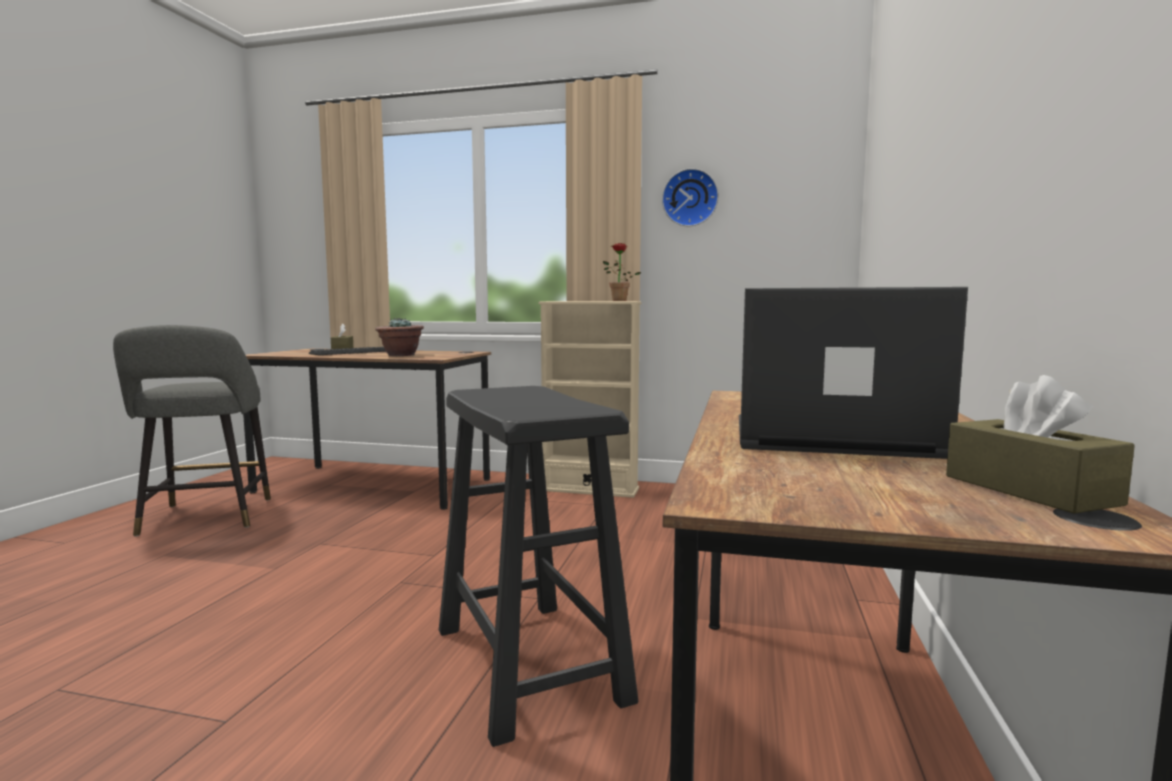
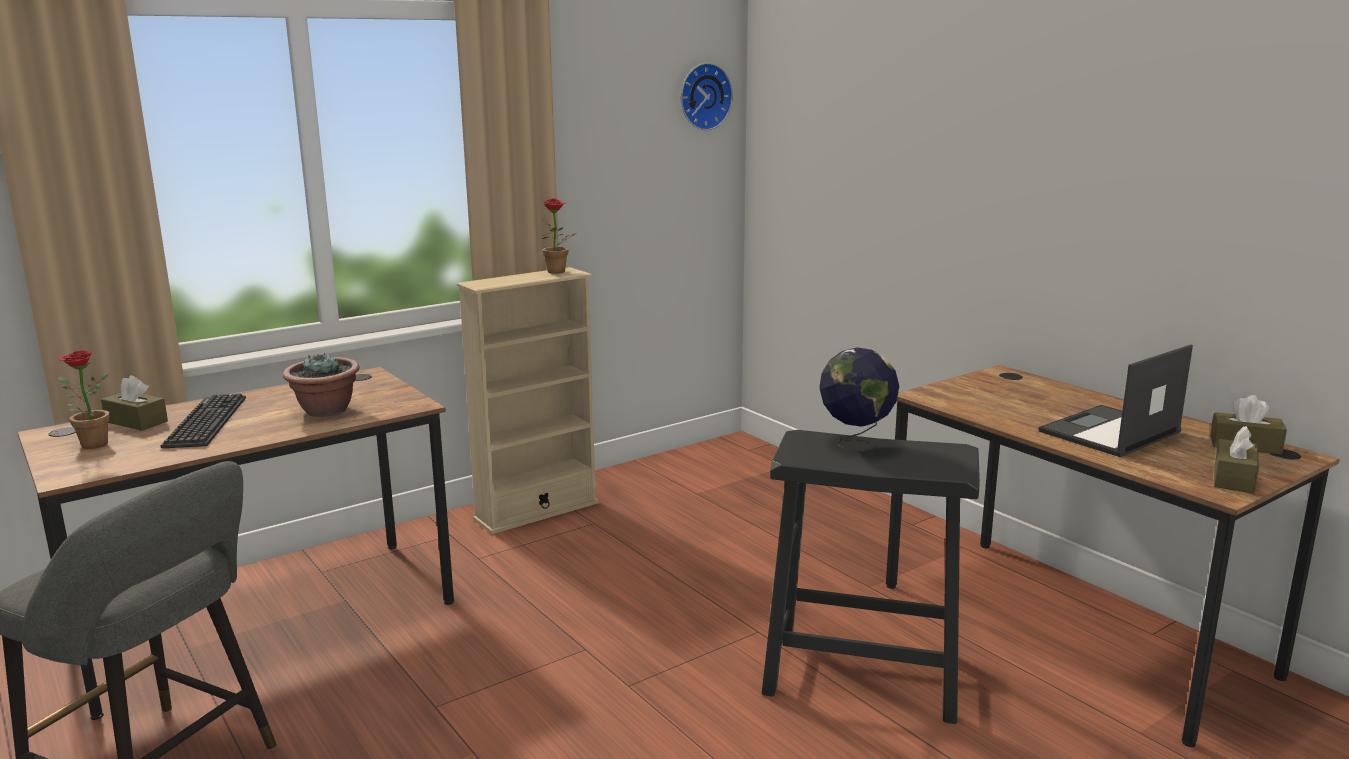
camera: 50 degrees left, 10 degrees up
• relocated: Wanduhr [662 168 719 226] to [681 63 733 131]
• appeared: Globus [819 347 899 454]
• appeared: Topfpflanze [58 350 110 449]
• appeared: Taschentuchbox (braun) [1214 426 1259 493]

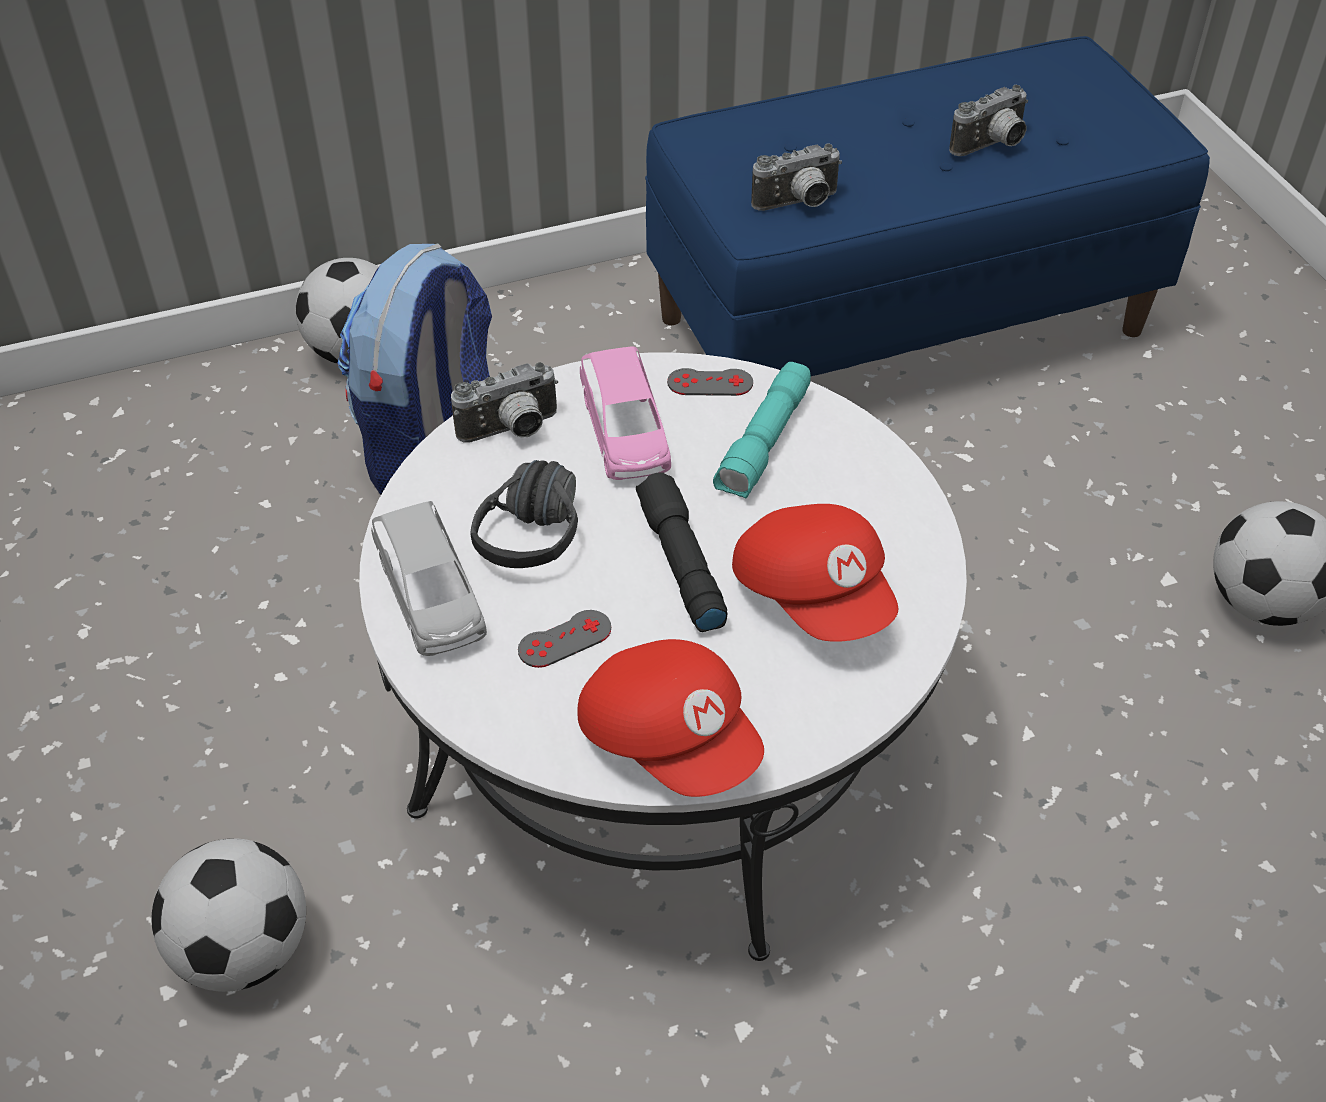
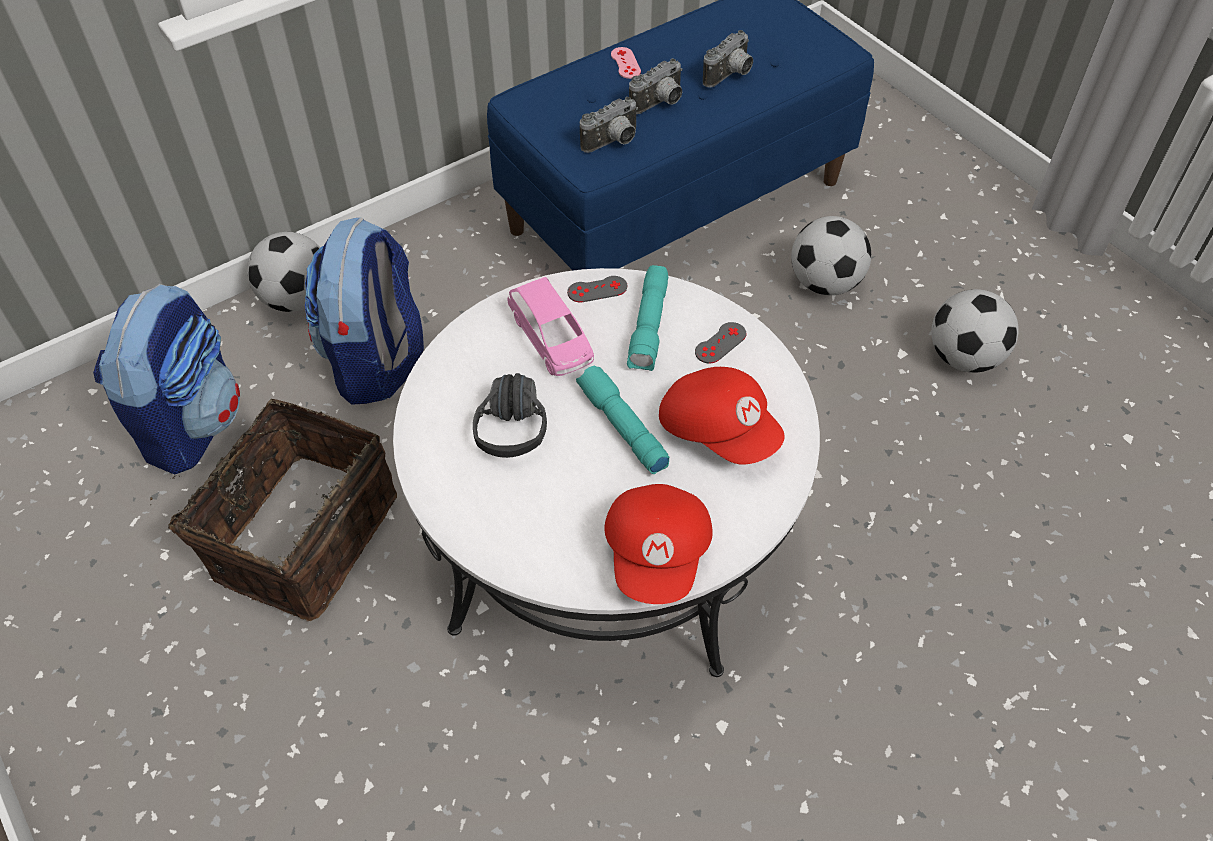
camera: 15 degrees left, 5 degrees up
• relocated: Kamera [451 362 558 443] to [629 58 683 114]
• colour: Taschenlampe (schwarz) [636 472 727 632] to Taschenlampe (türkis) [576 366 669 474]
• missing: Spielzeugauto (grau) [371 501 487 656]
• relocated: Gamepad (grau) [518 610 611 668] to [695 322 746 364]
• spun: Kappe (rot) [577 639 764 797] = [604 484 713 604] 60 degrees clockwise
• relocated: Fußball [151 838 306 992] to [791 216 871 295]
• appeared: Gamepad (rosa) [611 47 641 79]
• appeared: Rucksack [93 284 240 474]
• appeared: Korb [150 399 397 622]

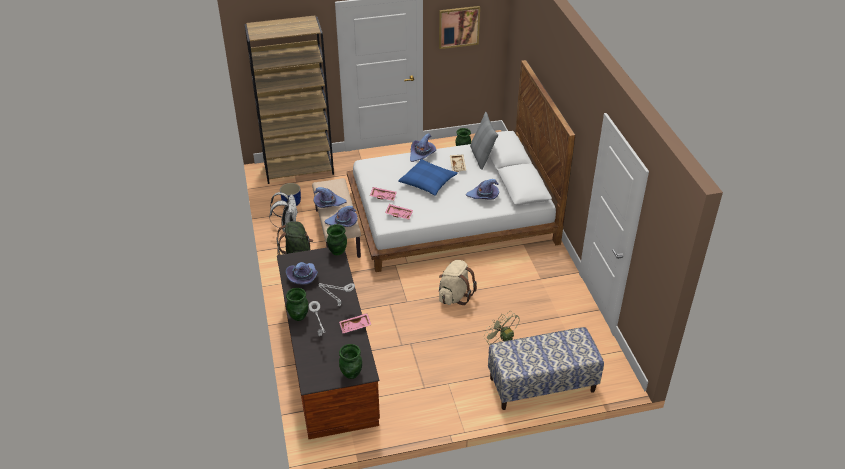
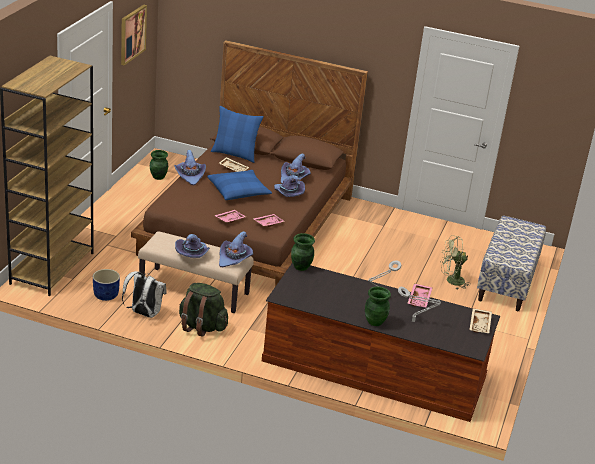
camera: 60 degrees left, 10 degrees down
• colour: Bett (weiß) [347 60 575 272] to Bett (braun) [131 40 368 286]
• colour: Kissen (grau) [470 112 498 170] to Kissen (blau) [211 106 264 163]
• missing: Rucksack (beige) [439 260 477 305]
• relocated: Hut (lila) [286 262 318 285] to [274 175 305 197]
• exchanged: Vase (grün) [339 344 362 379] to Tablett (beige) [469 308 492 333]

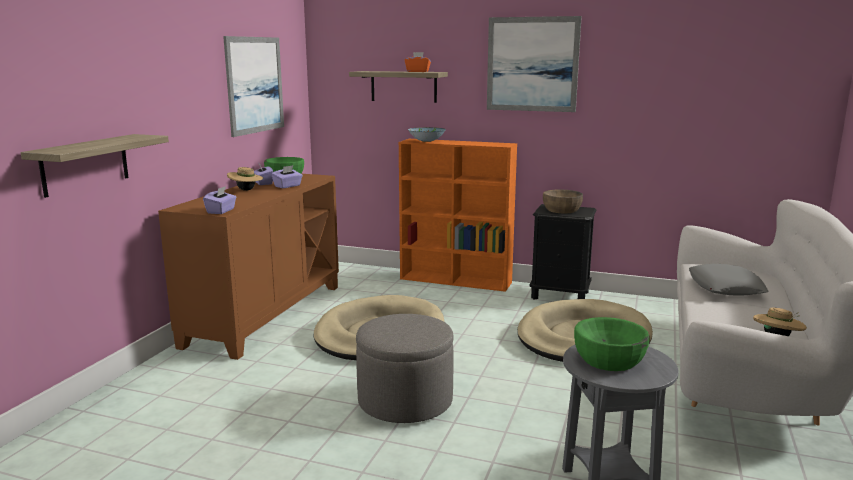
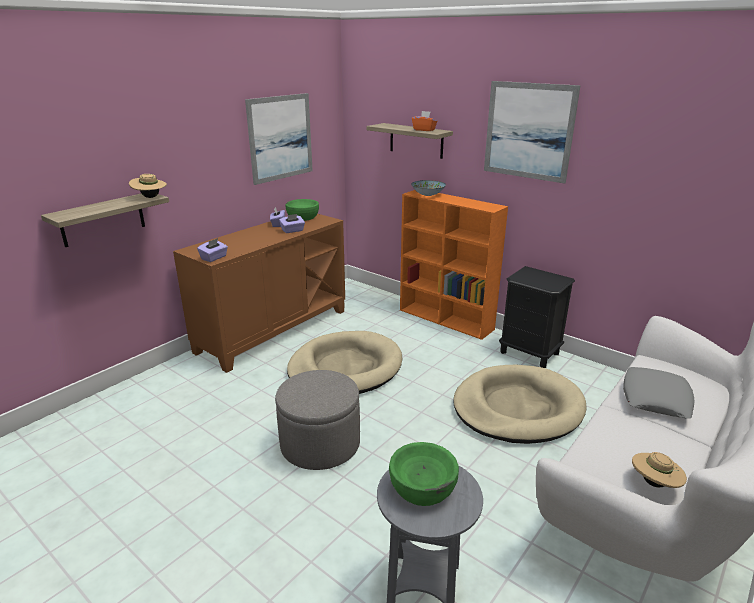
camera: 20 degrees right, 10 degrees up
• relocated: Hut (beige) [227 167 263 191] to [129 174 167 198]
• missing: Schüssel (braun) [543 189 583 213]

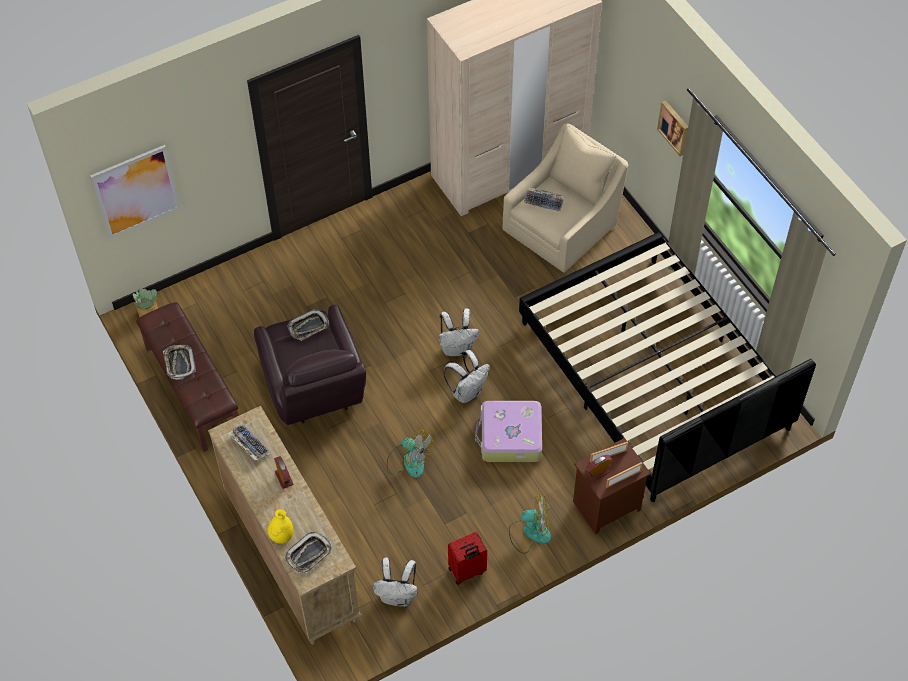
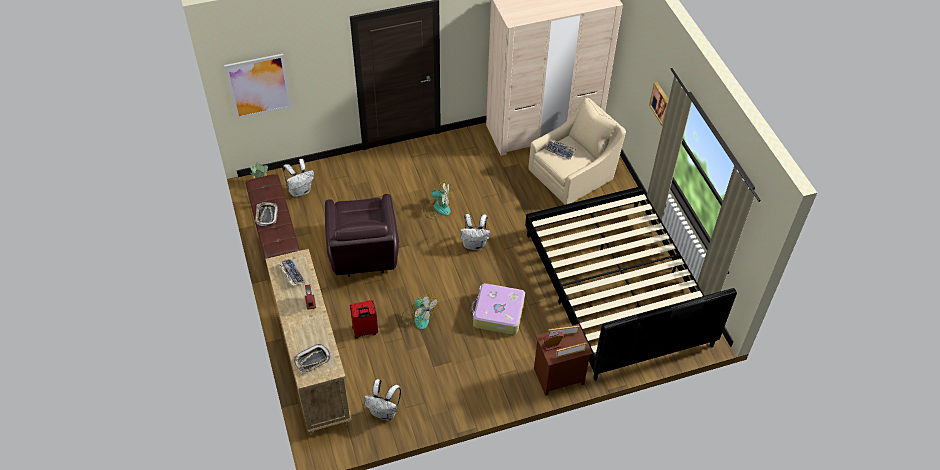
camera: 10 degrees right, 5 degrees down
• missing: Tablett [287 309 329 341]
• relocated: Rucksack (weiß) [443 350 490 403] to [282 159 314 197]
• relocated: Ventilator [509 494 551 554] to [423 180 451 219]
• missing: Vase (gelb) [268 509 294 544]
• relocated: Koffer (rot) [448 532 487 585] to [350 300 378 339]

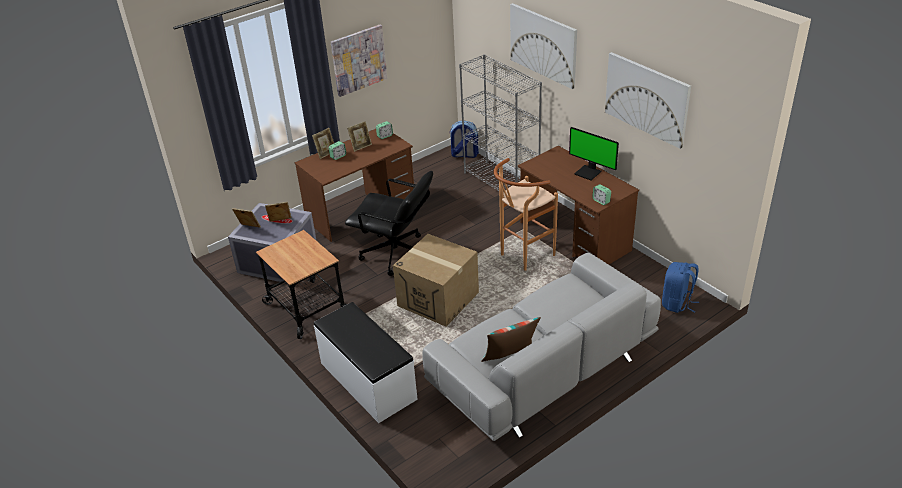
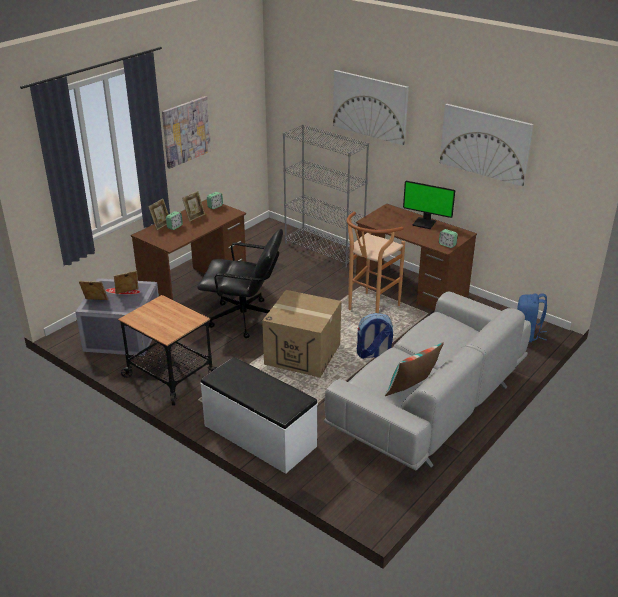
camera: 15 degrees left, 5 degrees down
• relocated: Rucksack [449 121 479 158] to [357 313 393 359]

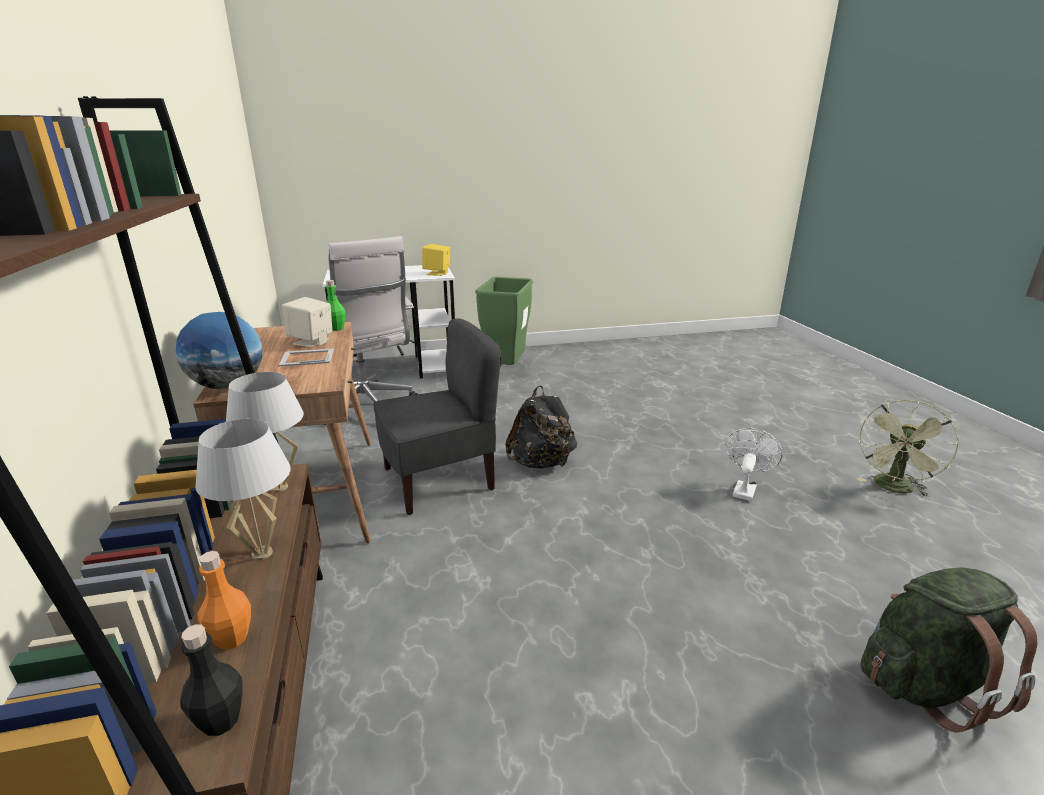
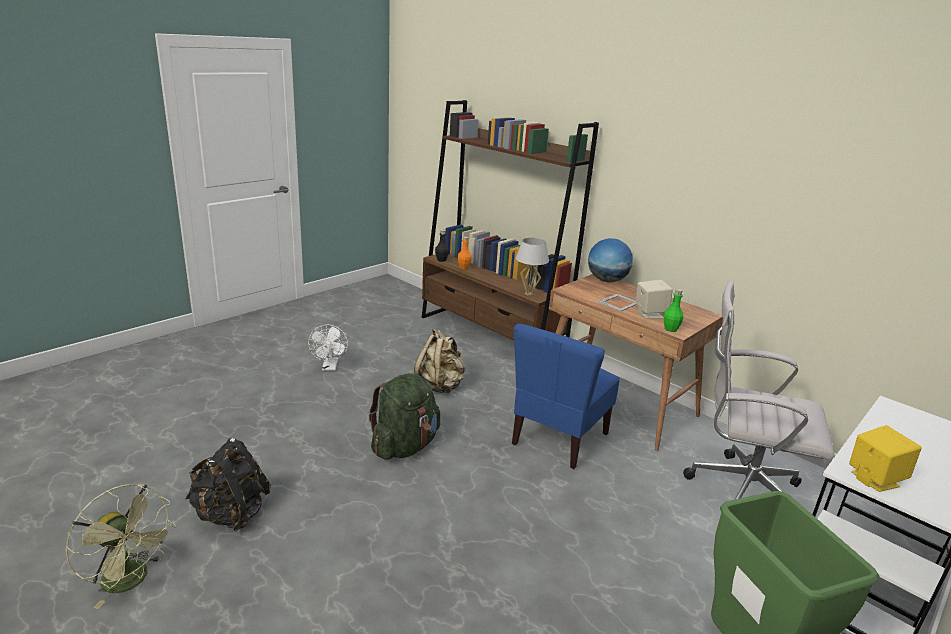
camera: 145 degrees right, 0 degrees up
• colour: Stuhl (grau) [374 318 501 515] to Stuhl (blau) [512 323 620 469]
• relocated: Rucksack (schwarz) [505 386 577 469] to [185 438 271 532]
• spun: Ventilator (grün) [857 400 959 497] = [66 483 176 609] 120 degrees clockwise
• missing: Tischlampe (weiß) [195 419 291 560]
• relocated: Ventilator (weiß) [726 428 782 501] to [308 325 348 371]
• relocated: Rucksack (grün) [861 567 1037 732] to [369 373 440 460]
• appeared: Rucksack (beige) [414 328 465 393]

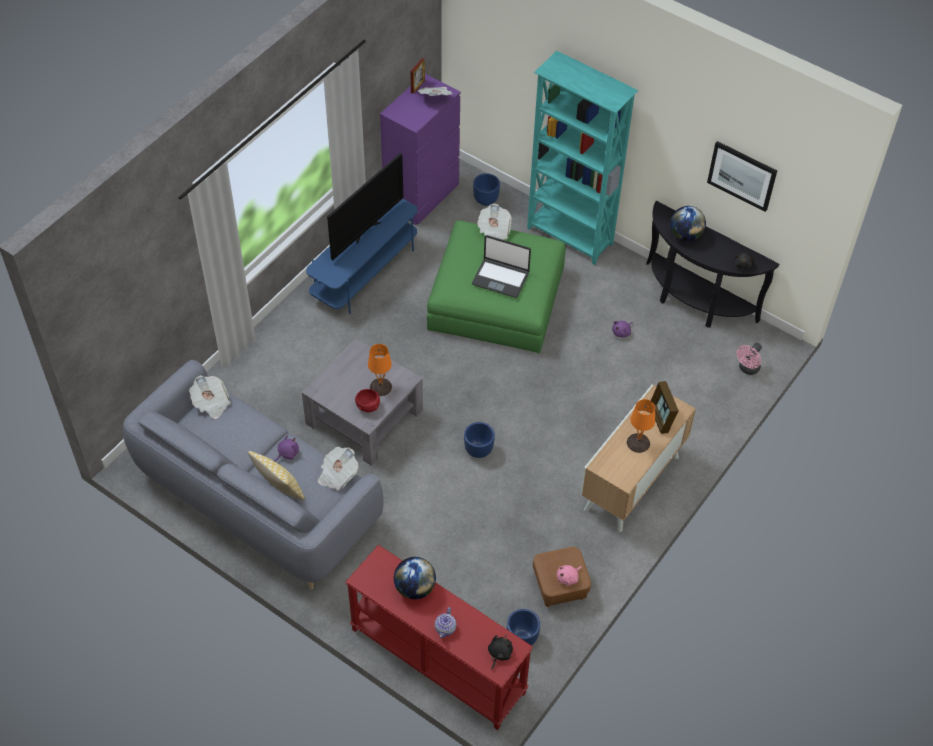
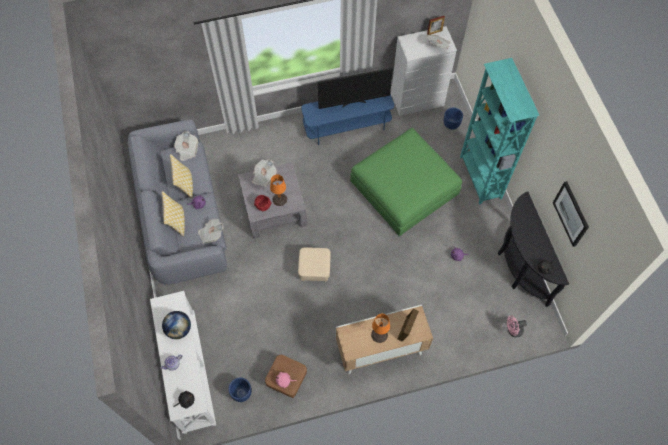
camera: 40 degrees right, 10 degrees up
• colour: Kommode (lila) [380 74 461 225] to Kommode (weiß) [391 26 457 116]
• relocated: Zeitung [477 204 512 240] to [252 159 277 187]
• missing: Globus [670 206 706 241]
• missing: Laptop [472 235 531 298]
• exchanged: Pflanzkübel (blau) [464 422 495 458] to Polsterhocker (beige) [298 247 331 282]
• colour: Konsolentisch (rot) [346 545 533 730] to Konsolentisch (weiß) [150 291 216 434]
• appeared: Kissen [170 154 193 198]

